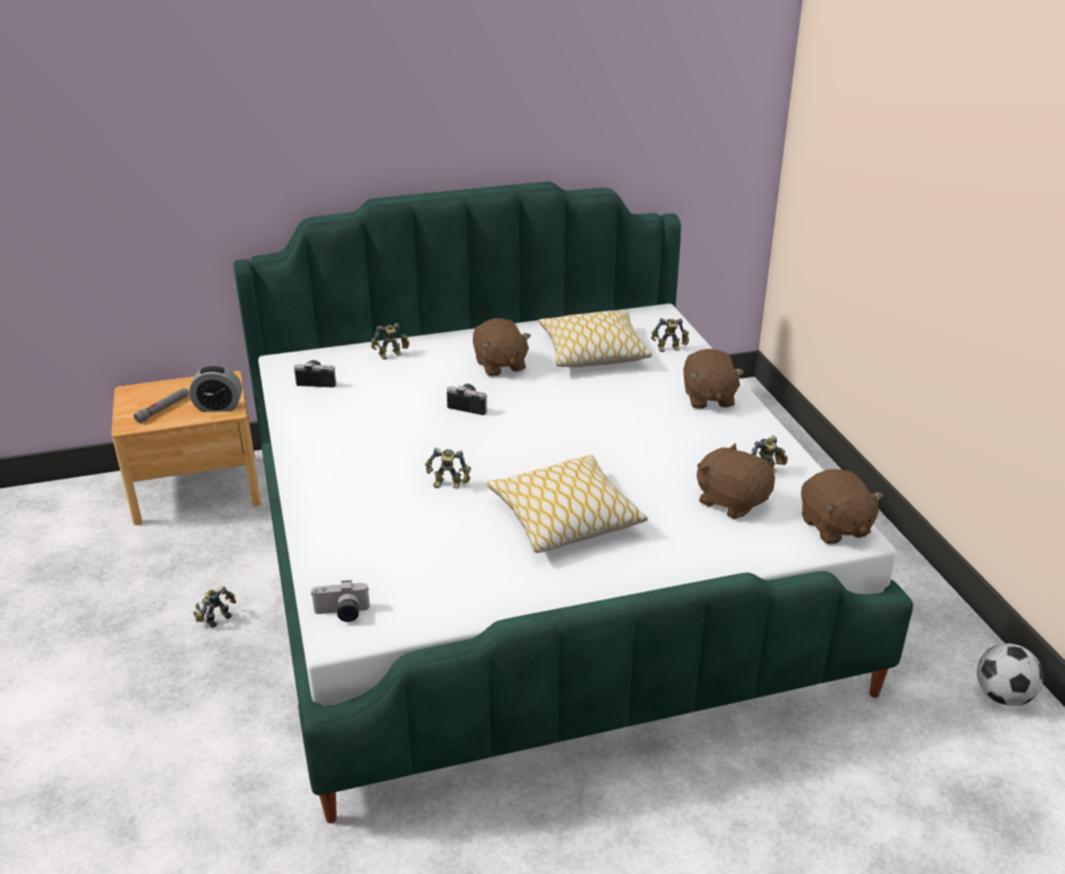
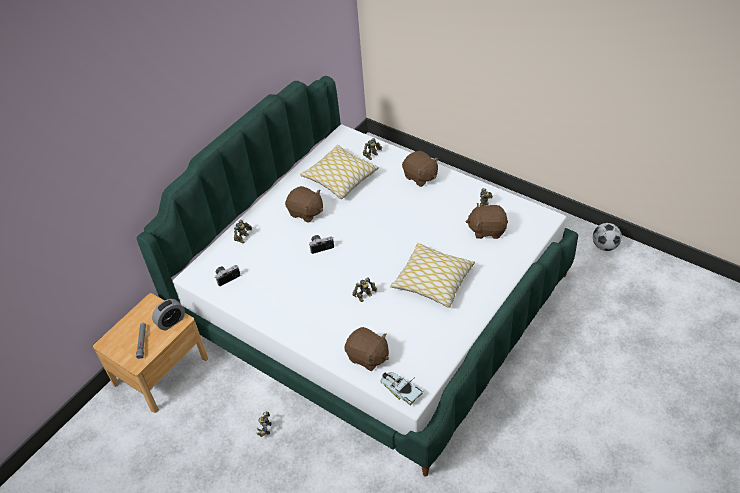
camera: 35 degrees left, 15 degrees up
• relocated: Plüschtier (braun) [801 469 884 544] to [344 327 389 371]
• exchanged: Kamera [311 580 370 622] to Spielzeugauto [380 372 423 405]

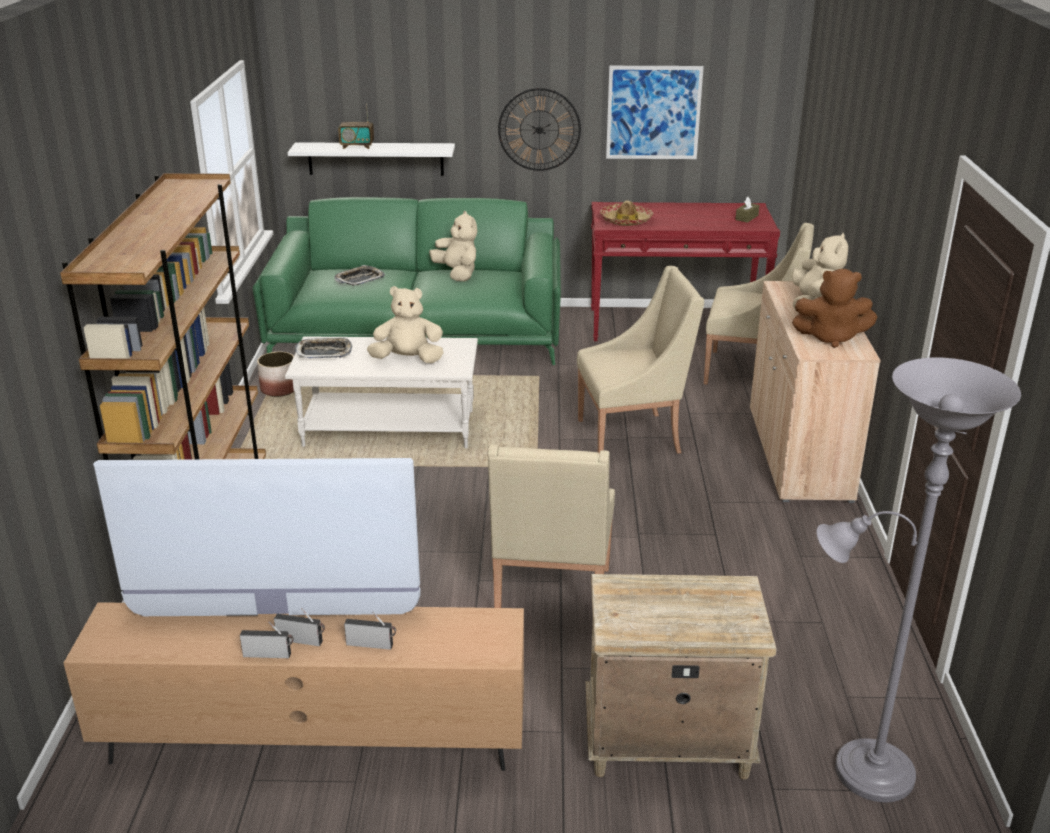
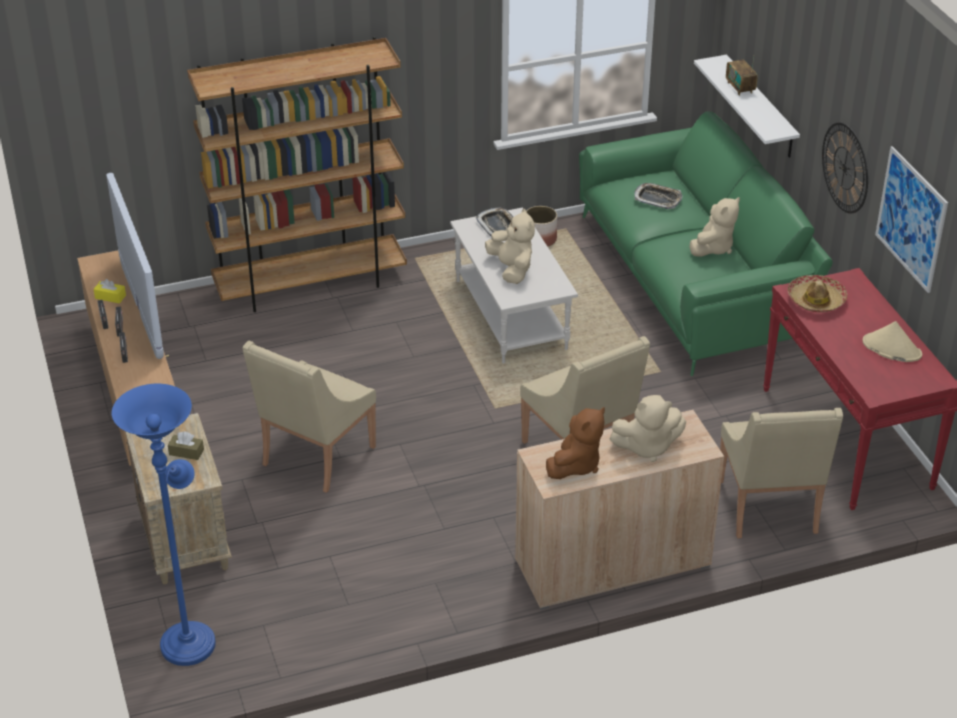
camera: 70 degrees right, 10 degrees up
• relocated: Taschentuchbox (braun) [735 197 760 223] to [168 431 204 460]
• spun: Plüschtier (braun) [792 269 877 348] = [546 407 605 479] 135 degrees counterclockwise
• colour: Stehlampe (grau) [817 357 1021 802] to Stehlampe (blau) [112 384 216 666]
• spun: Sessel (beige) [488 444 615 608] = [243 341 376 493] 45 degrees counterclockwise
• appeared: Taschentuchbox (gelb) [93 279 126 304]
• appeared: Hut (beige) [863 321 922 362]

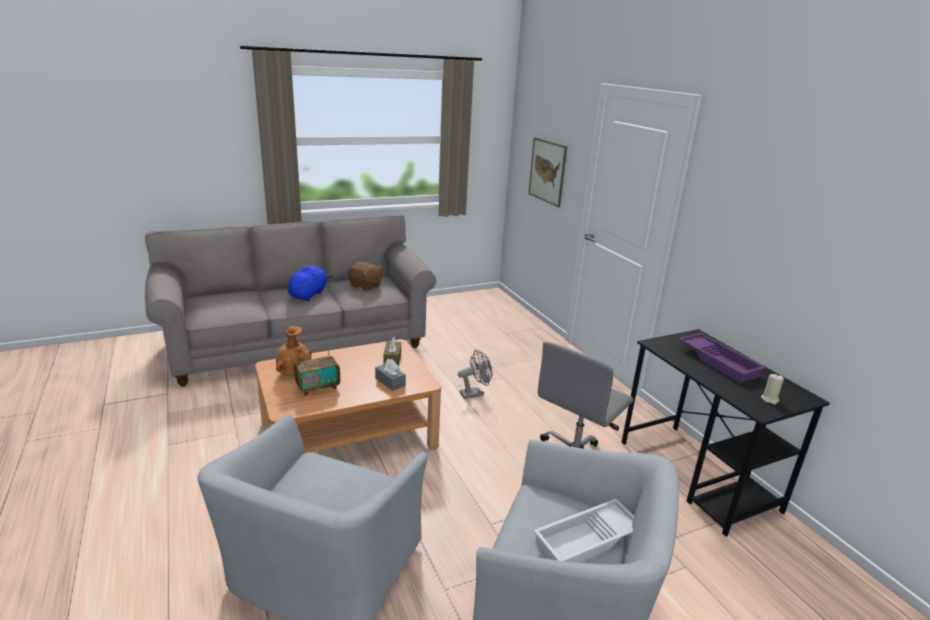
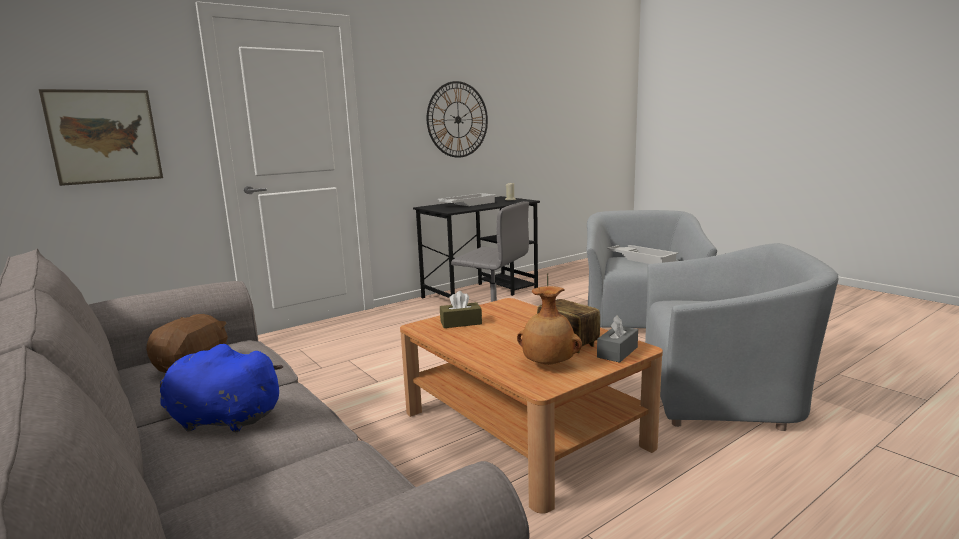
camera: 100 degrees left, 10 degrees down
• colour: Tablett (lila) [679 333 766 383] to Tablett (weiß) [438 193 496 206]
• missing: Ventilator (grau) [458 350 492 399]
• relocated: Taschentuchbox (grau) [375 359 406 391] to [597 315 638 363]
• appeared: Wanduhr [427 81 488 158]

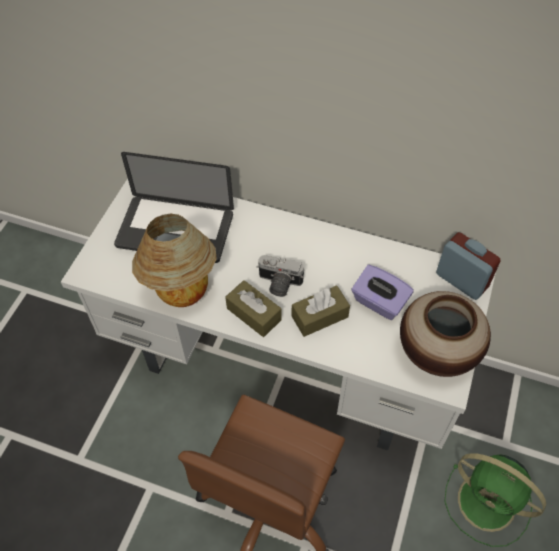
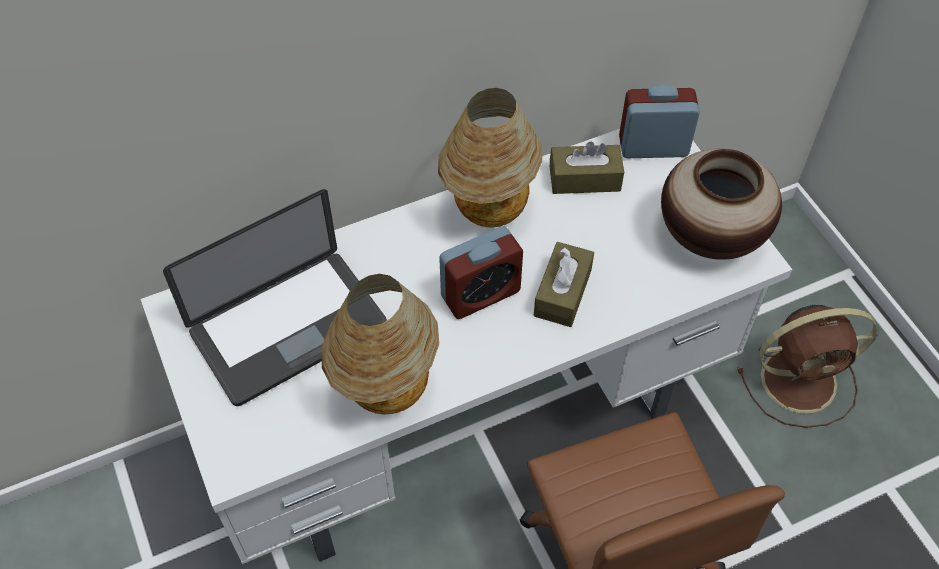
camera: 45 degrees left, 0 degrees up
• exchanged: Kamera [257 255 304 297] to Wecker [439 226 523 319]
• missing: Taschentuchbox (lila) [351 265 414 320]
• relocated: Taschentuchbox (braun) [225 280 282 337] to [549 141 624 194]
• colour: Ventilator (grün) [444 453 546 547] to Ventilator (braun) [737 305 877 428]
• appeared: Tischlampe [438 88 542 227]

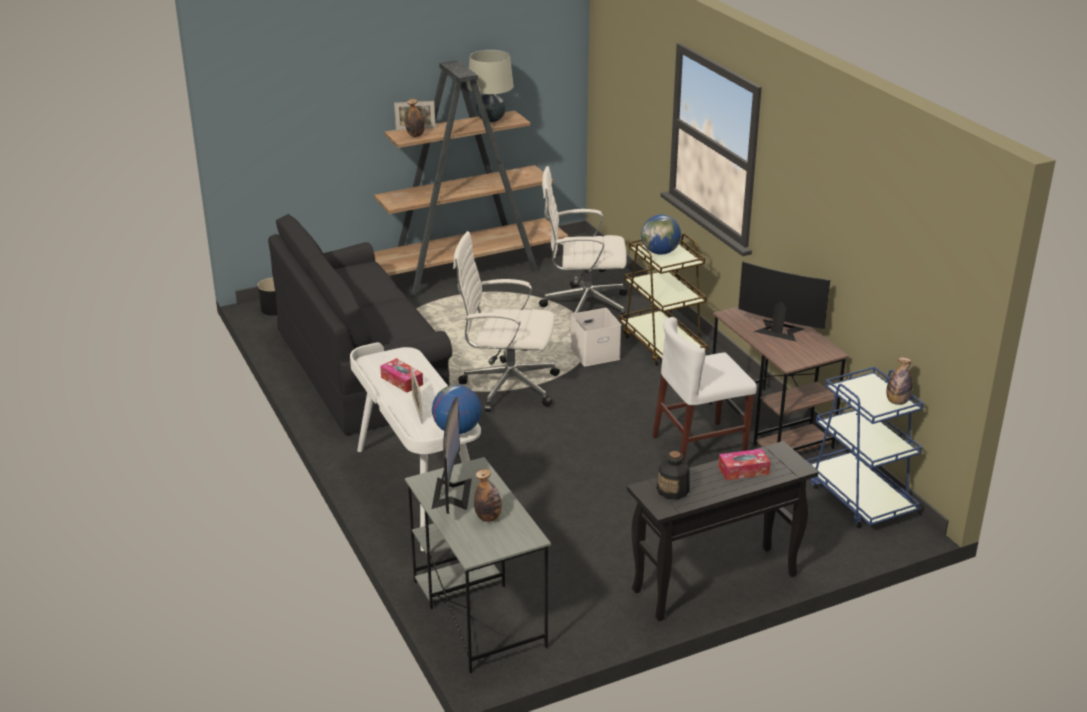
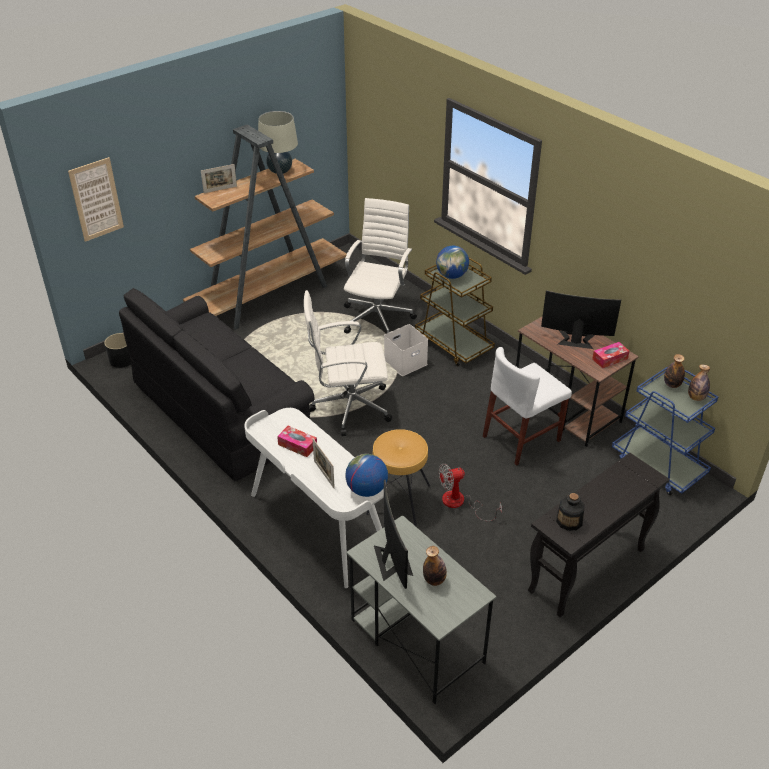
camera: 15 degrees left, 10 degrees up
• relocated: Flasche [405 99 425 137] to [664 354 685 388]
• spun: Bürostuhl (weiß) [539 166 630 319] = [344 198 417 334] 120 degrees clockwise
• relocated: Taschentuchbox [718 449 771 480] to [592 342 629 368]
• appeared: Bild [68 157 124 242]
• appeared: Hocker (braun) [366 429 430 526]
• appeared: Ventilator [439 463 503 521]

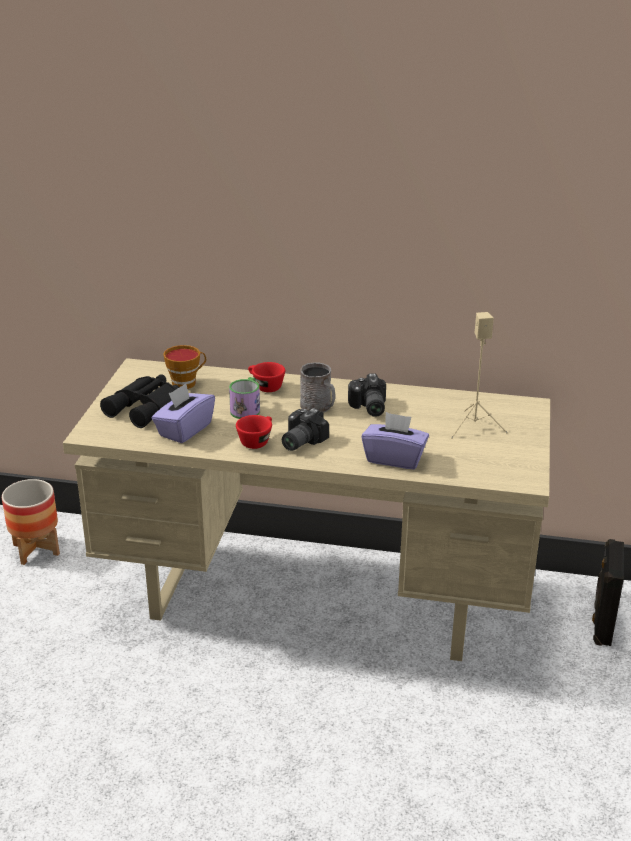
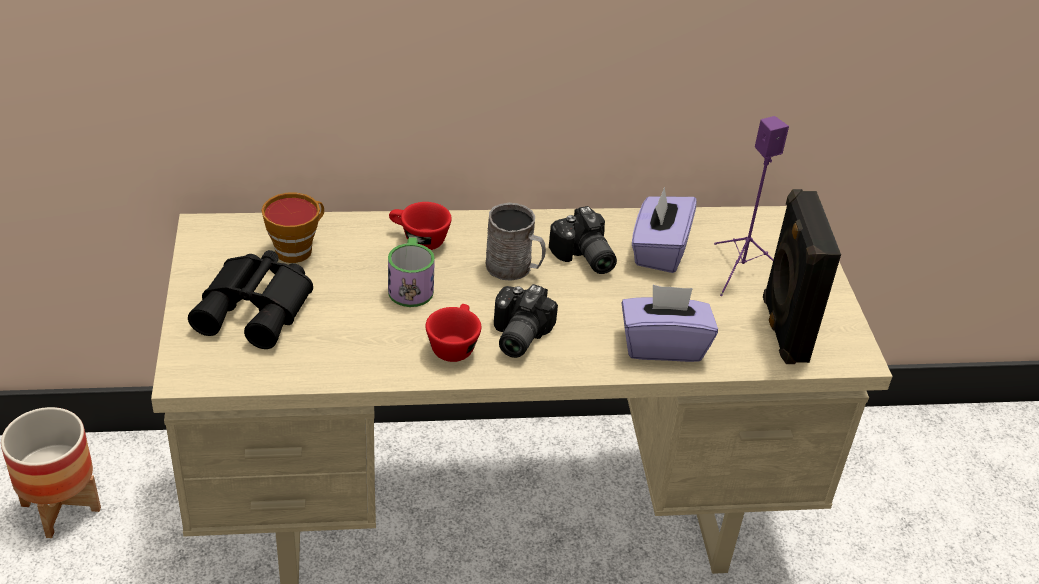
camera: 20 degrees left, 10 degrees up
• colour: Lautsprecher (beige) [451 312 508 439] to Lautsprecher (lila) [714 116 789 296]
• relocated: Taschentuchbox (lila) [152 383 215 443] to [632 187 697 273]
• relocated: Lautsprecher (schwarz) [592 539 624 646] to [763 189 841 364]

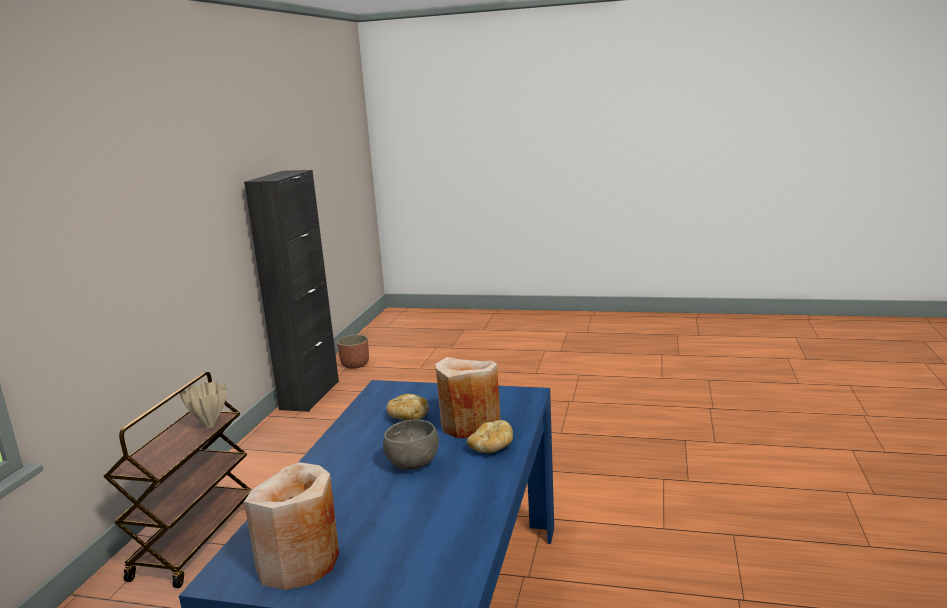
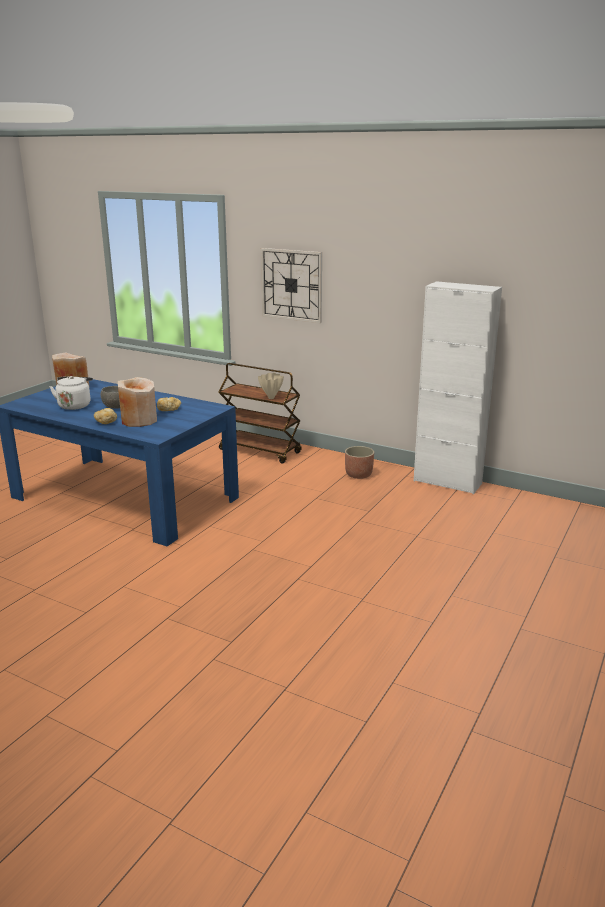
camera: 105 degrees right, 5 degrees up
• colour: Schrank (schwarz) [244 170 339 412] to Schrank (weiß) [414 281 502 494]
• relocated: Pflanzkübel [337 335 369 369] to [345 446 374 479]
• appeared: Wanduhr [261 248 322 323]
• appeared: Wasserkessel (weiß) [49 376 93 410]

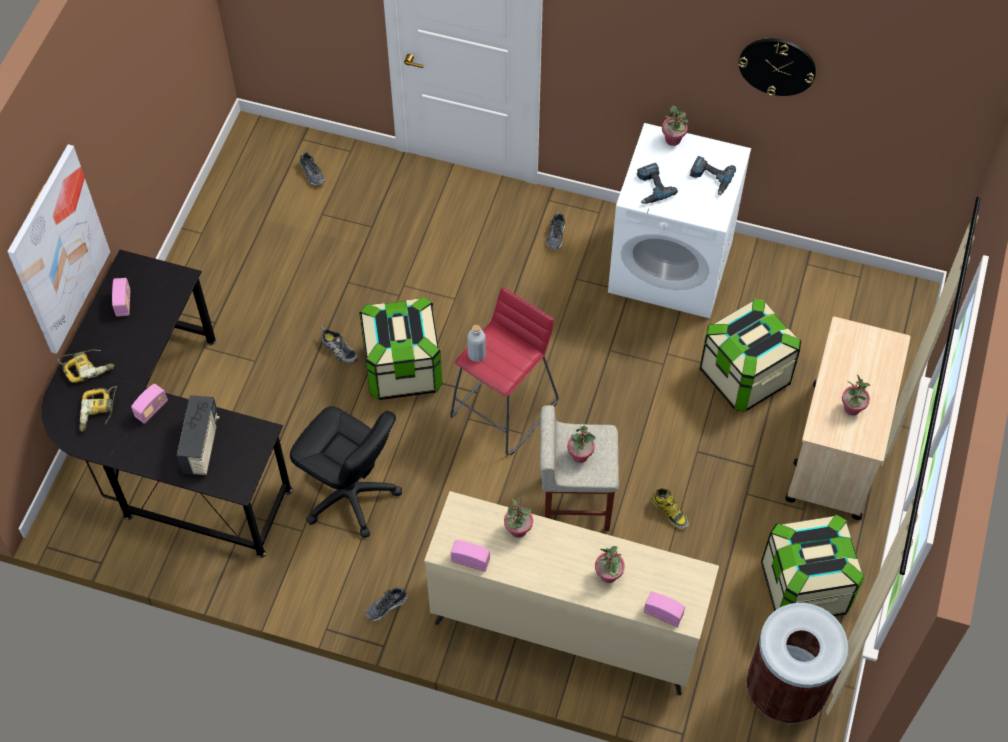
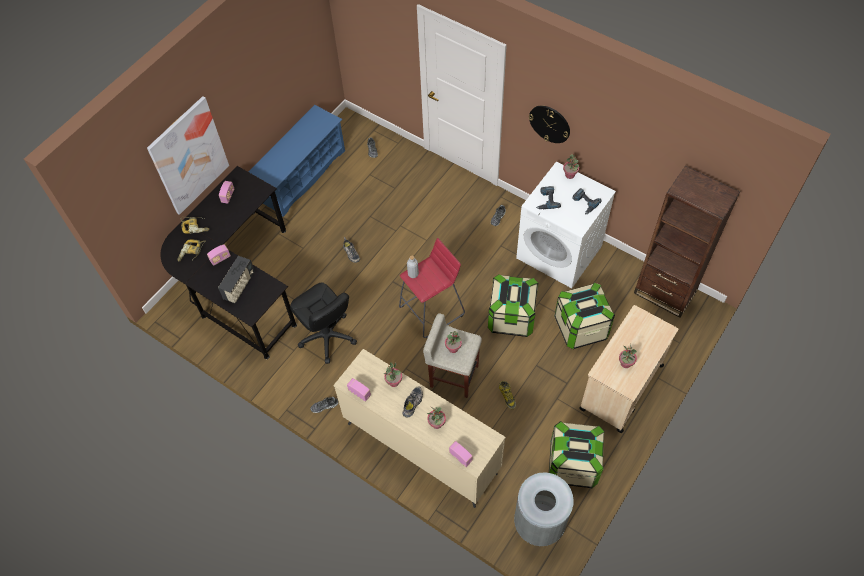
camera: 20 degrees right, 0 degrees up
• relocated: Wanduhr [739 39 816 96] to [529 106 570 143]
• relocated: Aufbewahrungsbox [359 297 443 400] to [488 274 539 337]
• colour: Mülleimer (braun) [747 603 848 723] to Mülleimer (grau) [514 472 574 546]
• appeared: Schuhregal (blau) [248 105 345 217]
• appeared: Bücherregal (braun) [634 166 740 318]
• appeared: Schuh [402 386 423 417]

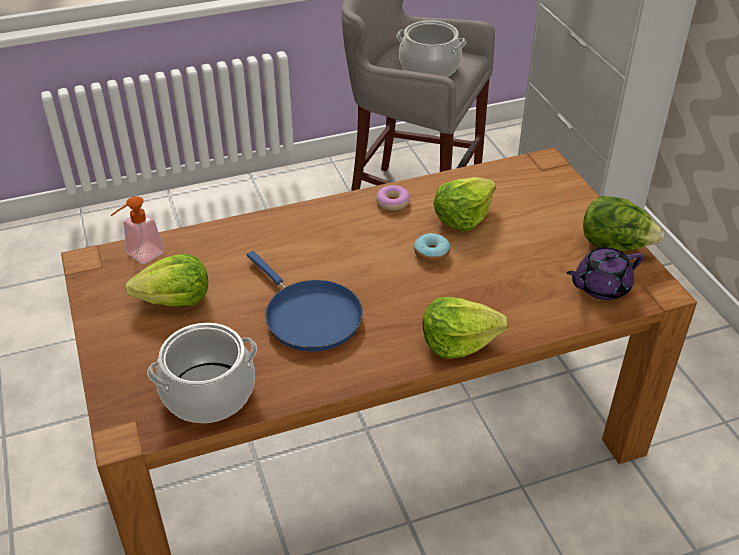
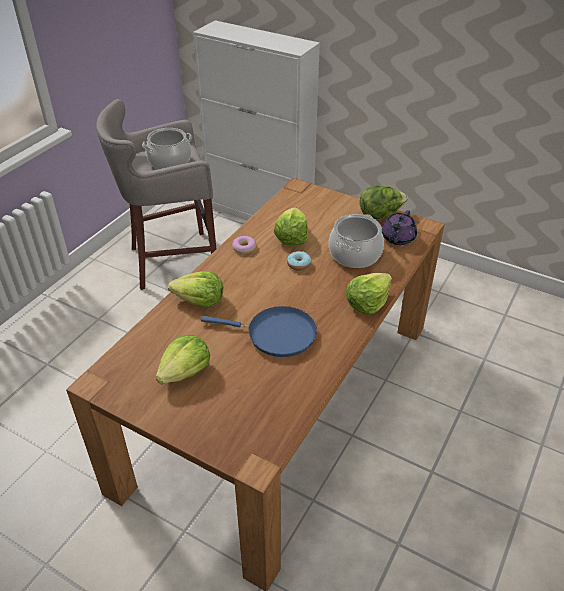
camera: 40 degrees left, 0 degrees up
• missing: Seifenspender [111 196 164 264]
• relocated: Kochtopf [147 323 257 423] to [329 214 384 268]
• appeared: Salatkopf [168 271 223 308]

